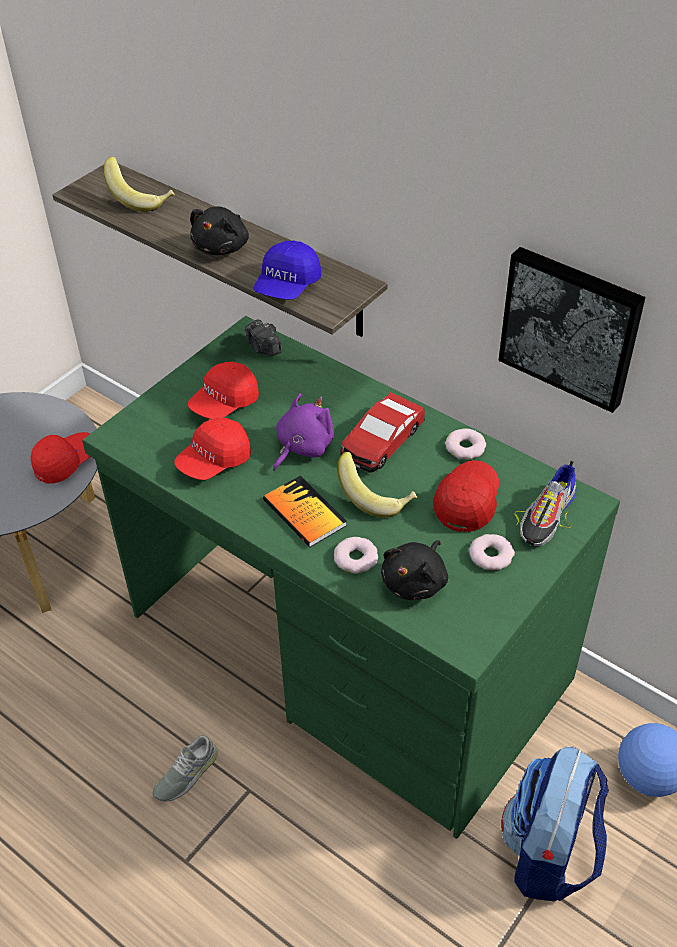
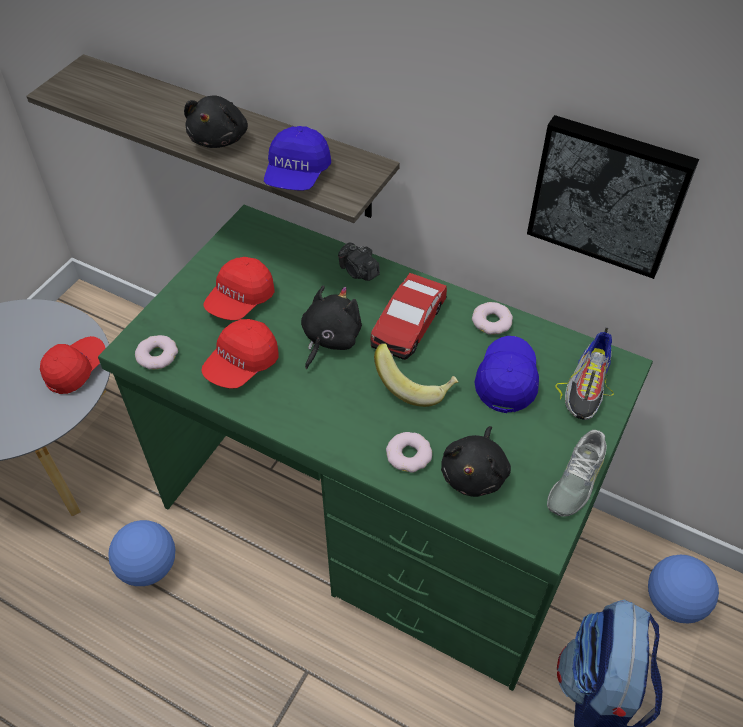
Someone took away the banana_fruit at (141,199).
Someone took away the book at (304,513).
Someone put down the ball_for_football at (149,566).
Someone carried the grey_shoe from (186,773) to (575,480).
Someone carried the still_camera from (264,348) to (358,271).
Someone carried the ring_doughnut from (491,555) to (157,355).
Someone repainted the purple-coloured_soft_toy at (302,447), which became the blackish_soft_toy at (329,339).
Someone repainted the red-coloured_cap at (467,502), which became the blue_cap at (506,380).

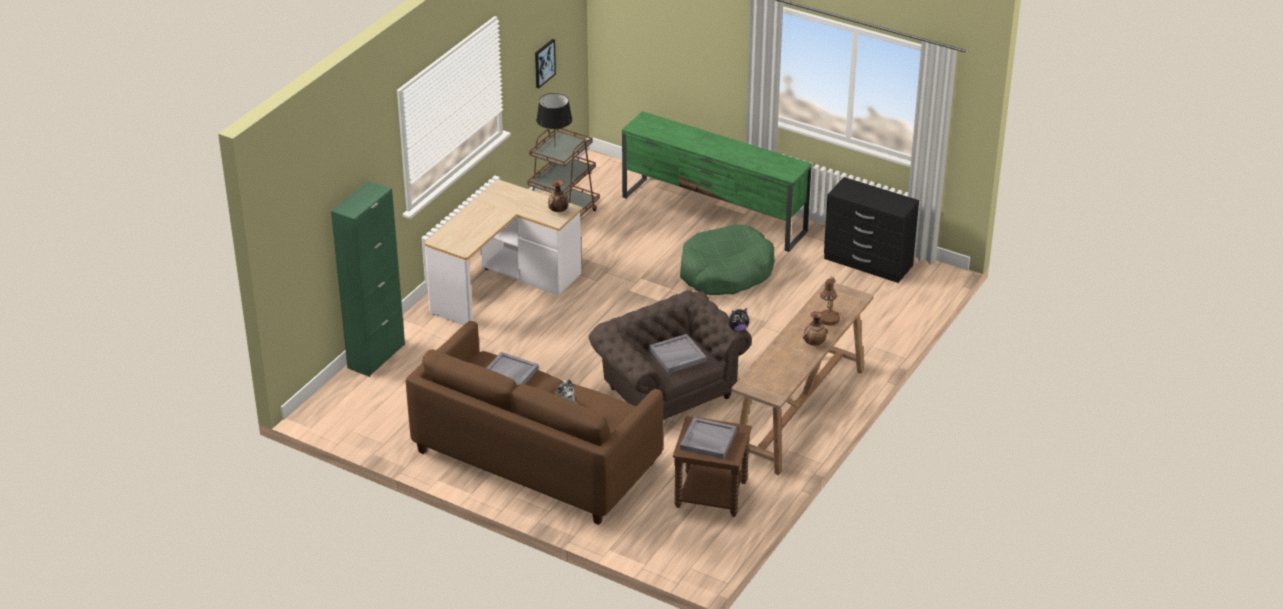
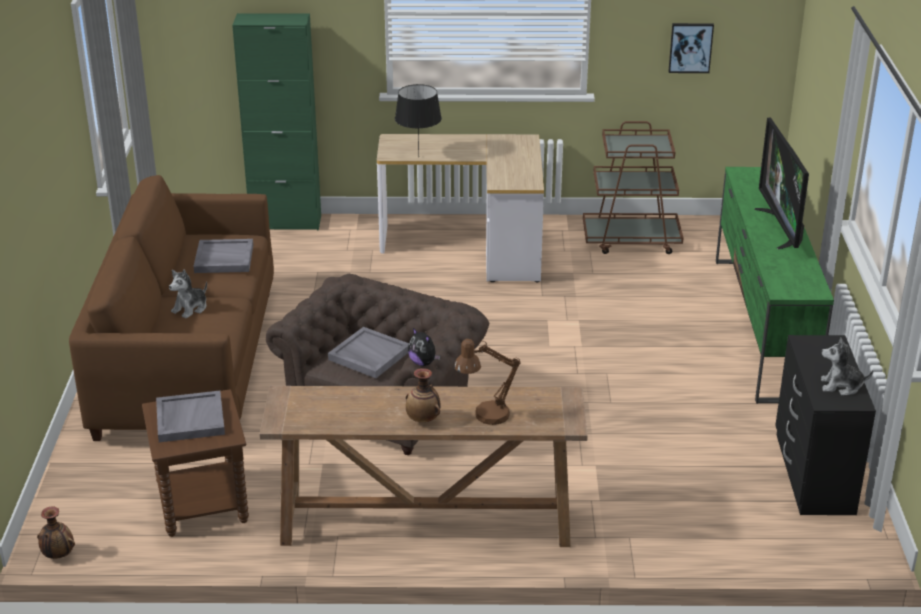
Someone took away the green_pet_bed at (725,272).
Someone put down the television at (781,228).
Someone put down the soft_toy at (841,386).
Someone carried the blackish_lamp_for_a_table from (555,147) to (418,157).
Someone carried the vase from (558,211) to (58,555).

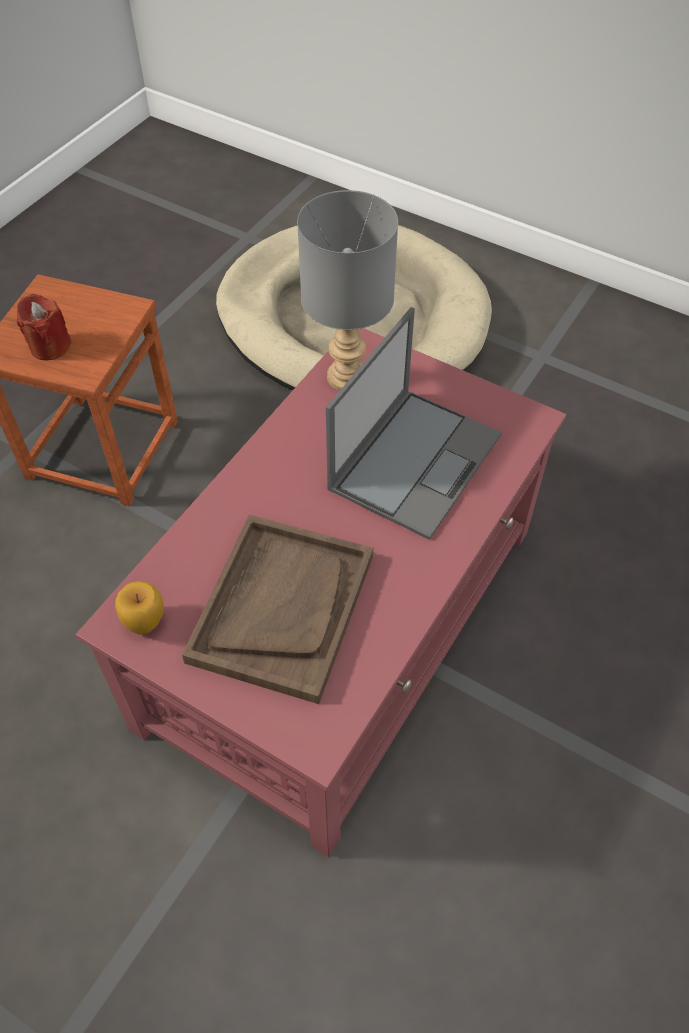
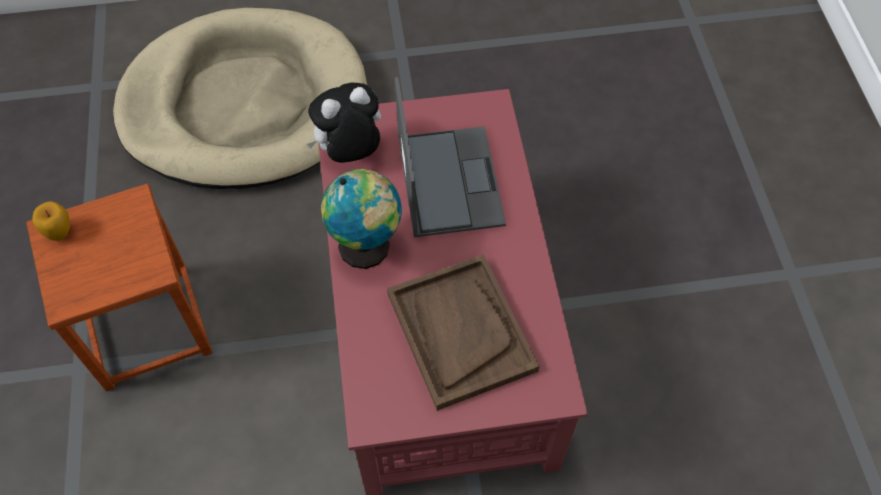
Someone took away the red-coloured_wax_candle at (50,346).
Someone put down the world_globe at (367,247).
Someone carried the apple from (145,623) to (60,232).
Someone swapped the grey_lamp_for_a_table at (345,378) for the soft_toy at (350,153).

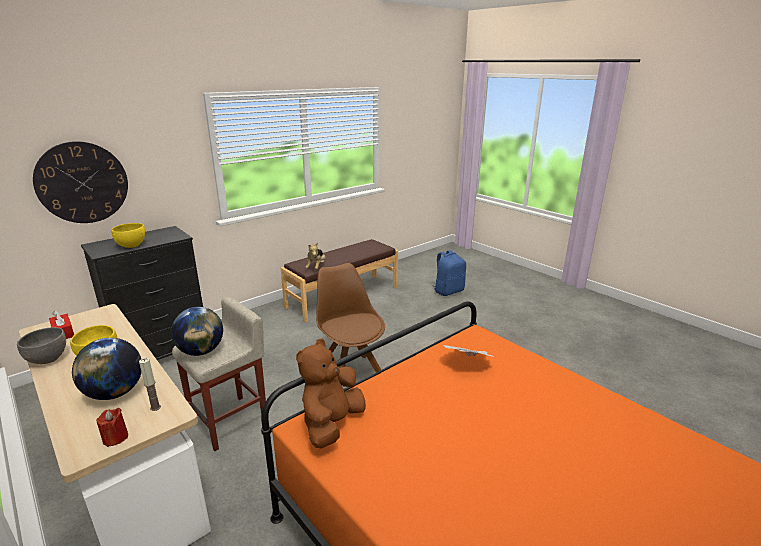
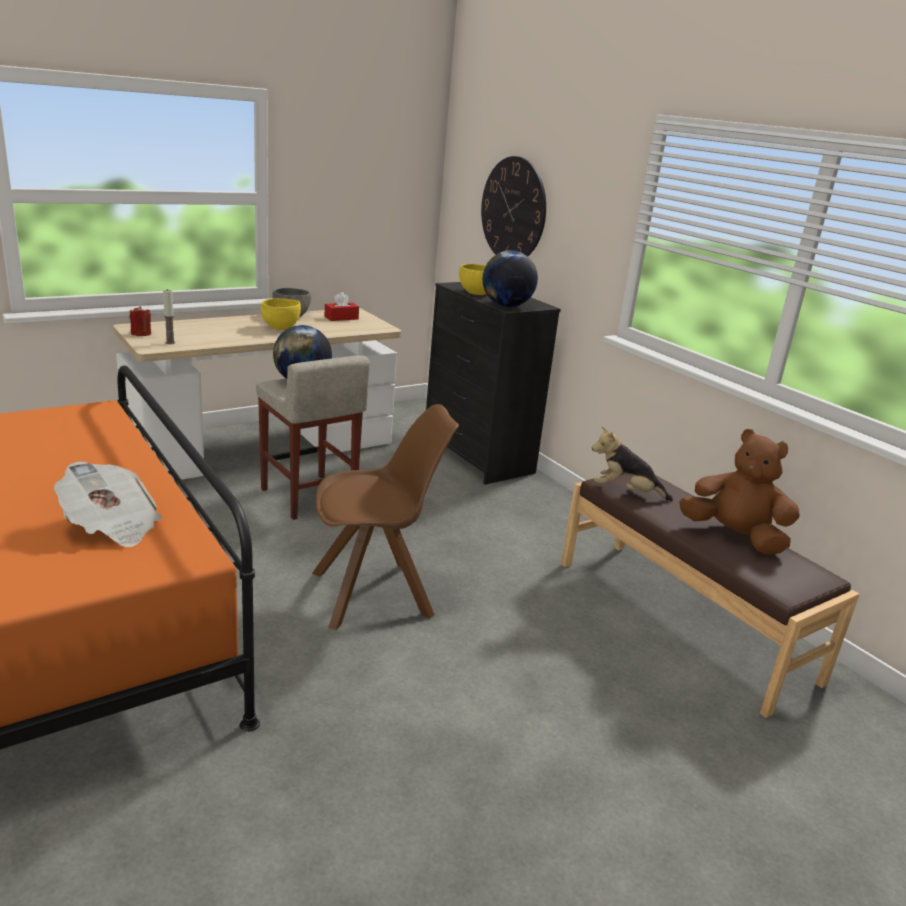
Someone took away the blue_rucksack at (448,291).
Someone carried the world_globe from (115,393) to (506,306).
Someone carried the brown_soft_toy from (331,424) to (734,537).

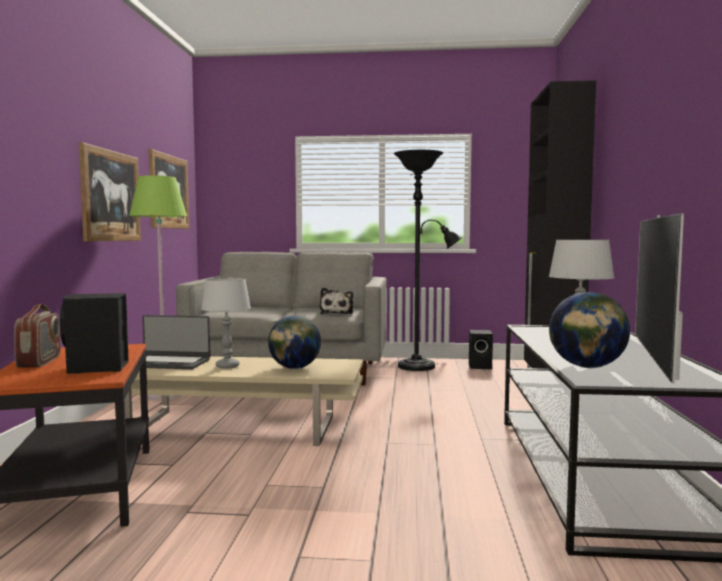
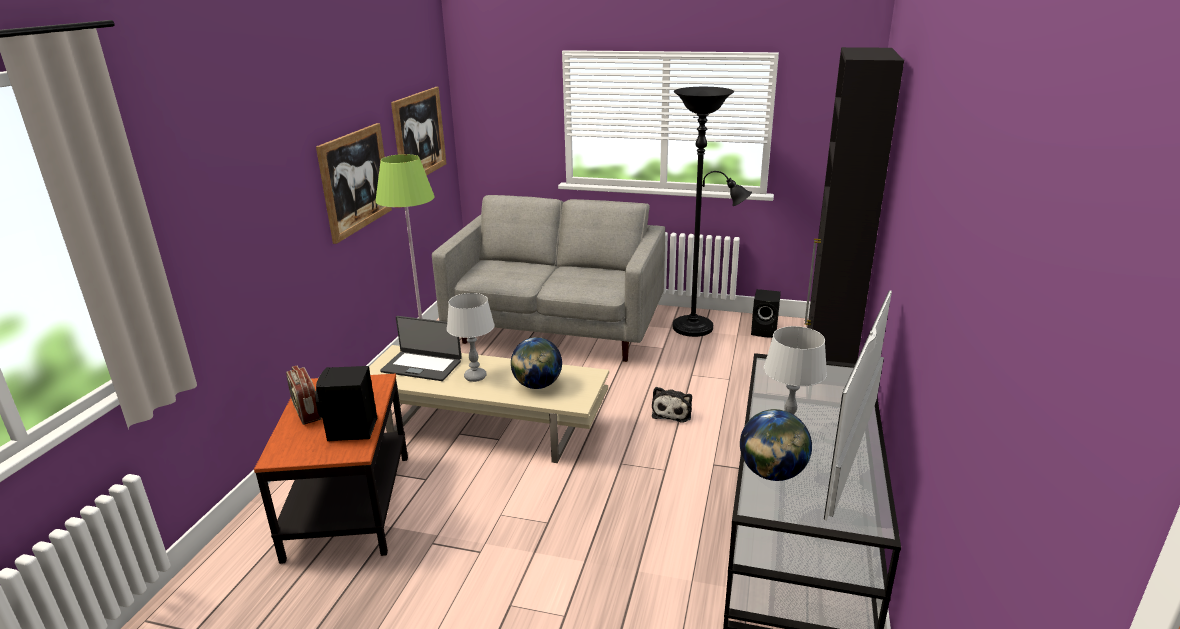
Someone carried the soft_toy from (337,313) to (672,412).
Someone rotated the radio_set at (40,361) by 150 degrees clockwise.

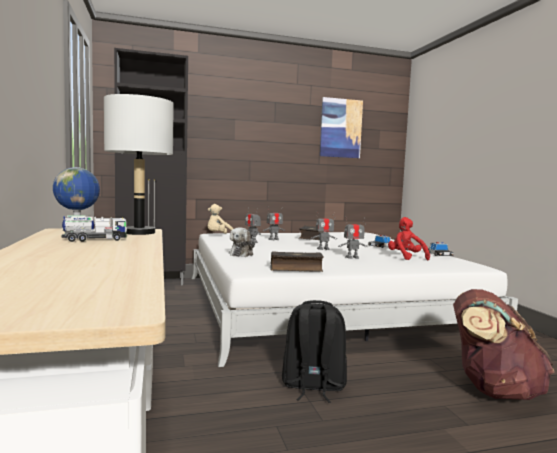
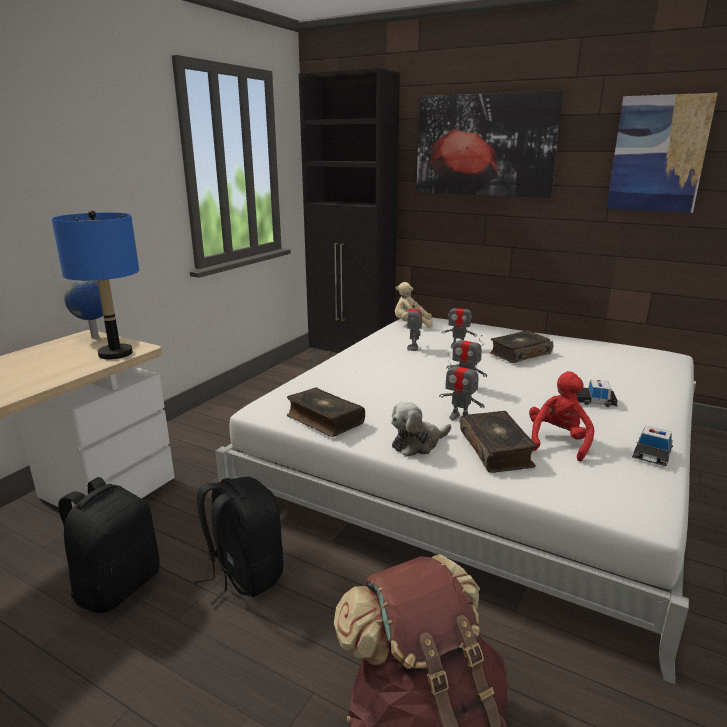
Someone took away the toy_lorry at (95,240).
Someone put down the blackish_rucksack at (117,585).
Someone put up the wall_art at (484,145).
Someone put down the book at (497,450).
Someone carried the soft_toy from (241,254) to (418,444).
Someone repainted the grey_lamp_for_a_table at (139,233), which became the blue_lamp_for_a_table at (115,354).

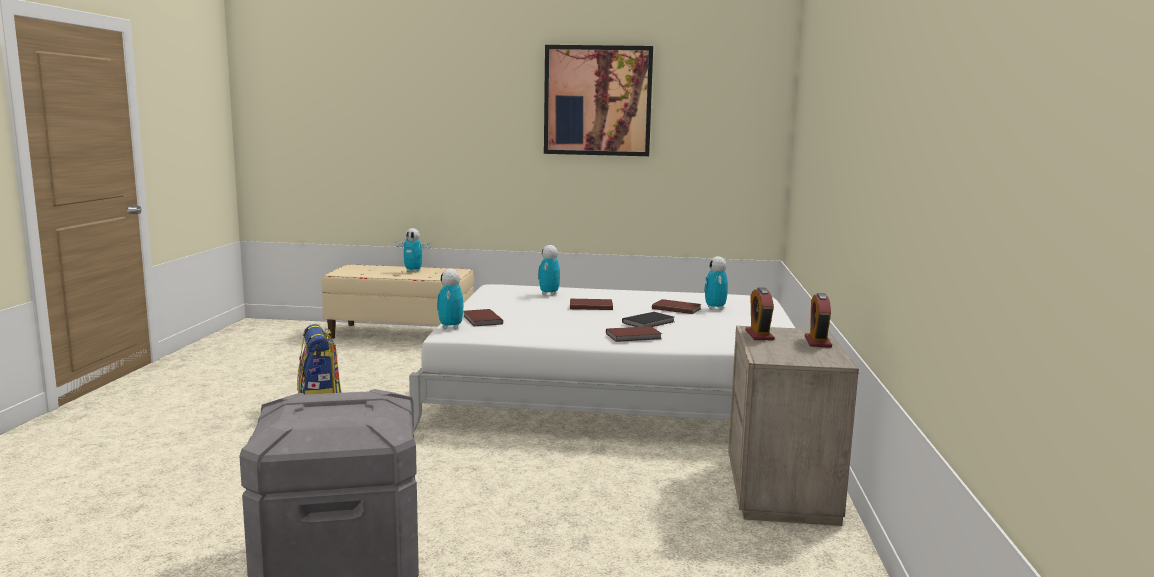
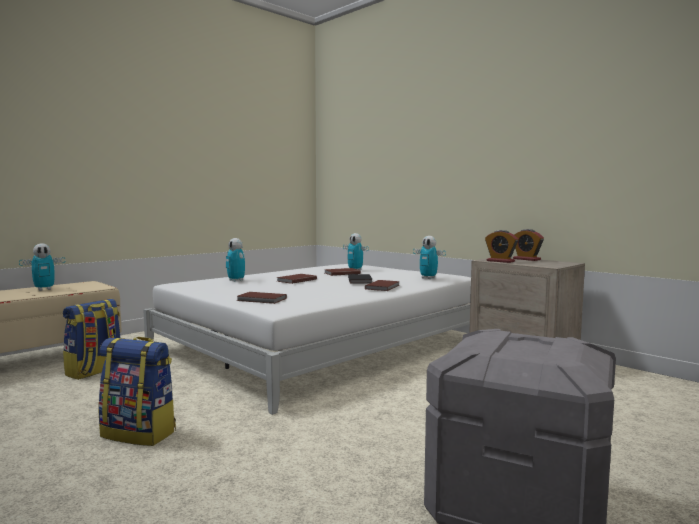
Someone took away the wall_art at (597,101).
Someone put down the rucksack at (95,372).
Someone carried the robot_figure from (450,327) to (428,278).

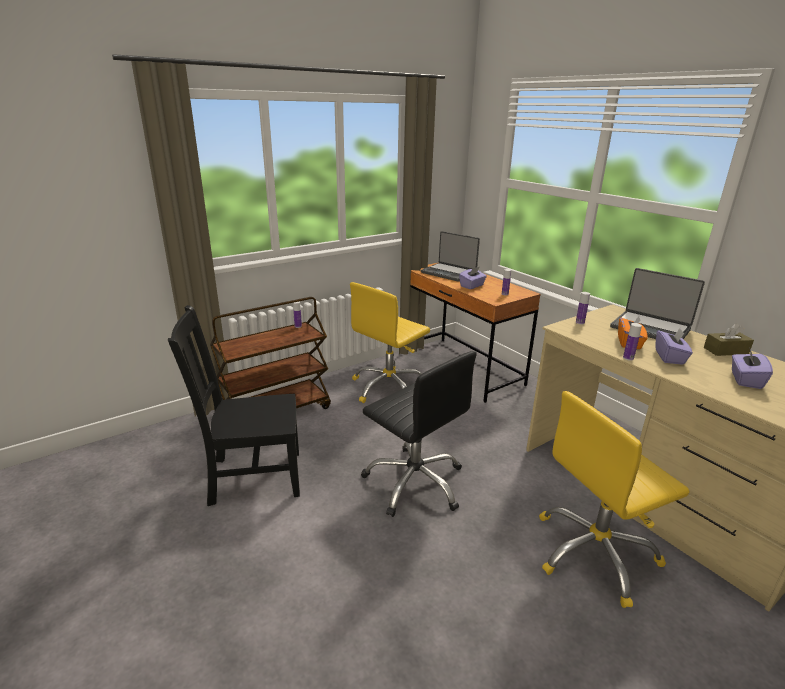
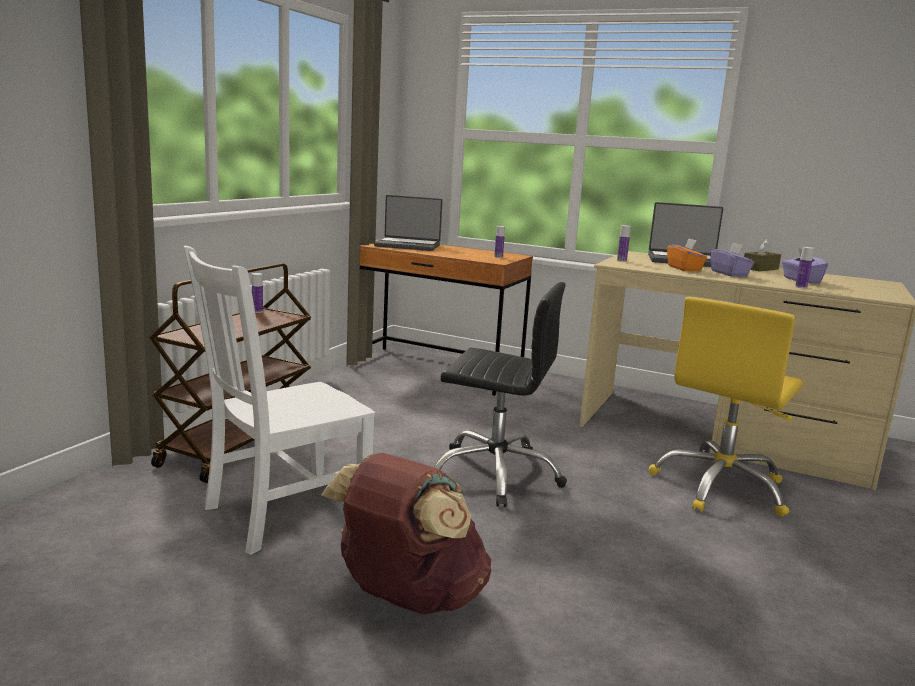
Someone took away the yellow_office_chair at (389,387).
Someone took away the purple-coloured_tissue_holder at (472,286).
Someone put down the brown_rucksack at (407,598).
Someone carried the bottle from (628,358) to (801,287).
Someone repainted the blackish_plain_chair at (252,477), which became the whitish_plain_chair at (282,513).

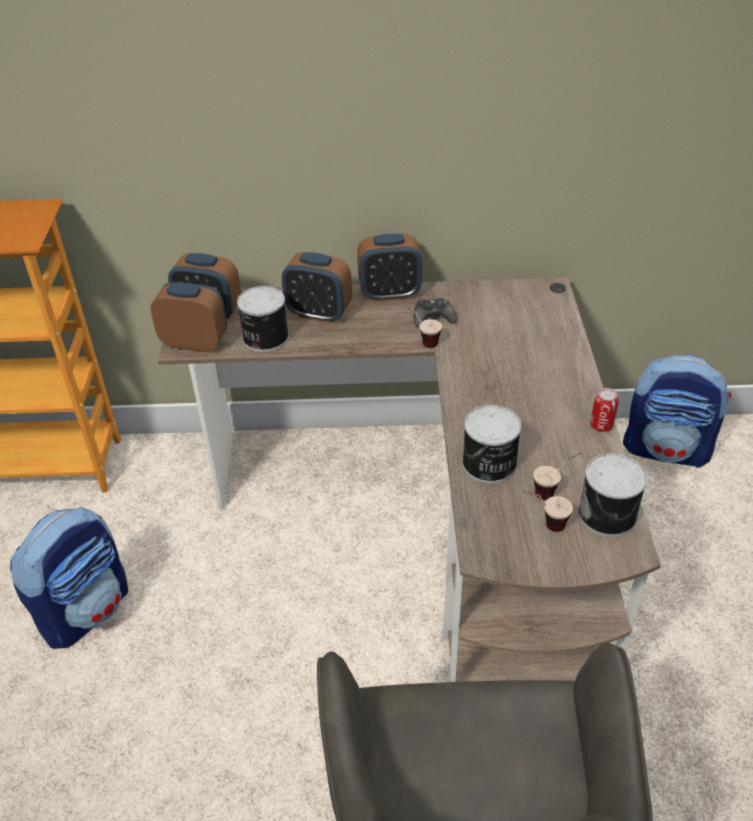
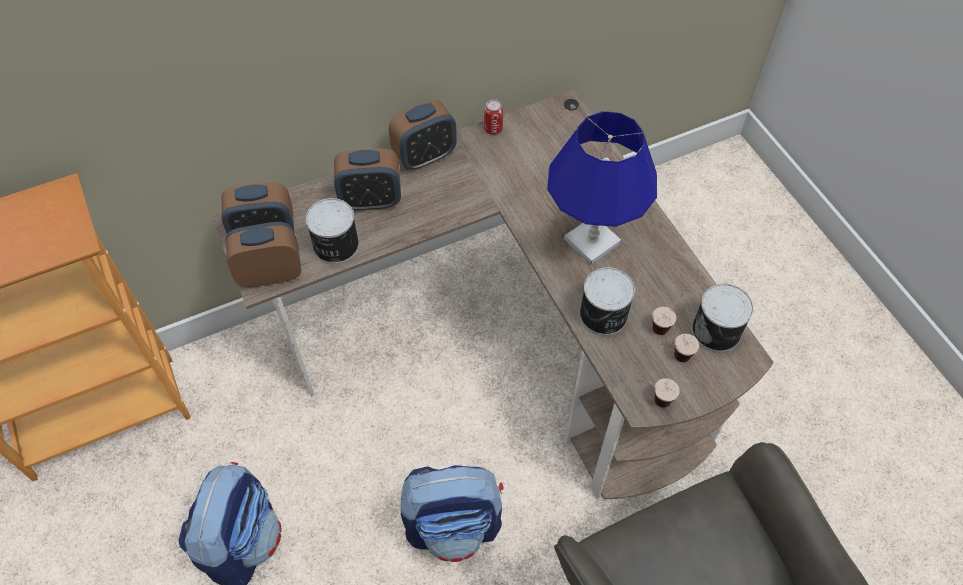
Someone took away the blackish_joypad at (433,318).
Someone put down the blue_lamp_for_a_table at (591,241).
Someone carried the cup from (421,341) to (652,399).
Someone carried the sealed_can from (601,425) to (493,129).
Someone carried the rucksack from (667,449) to (454,526).

